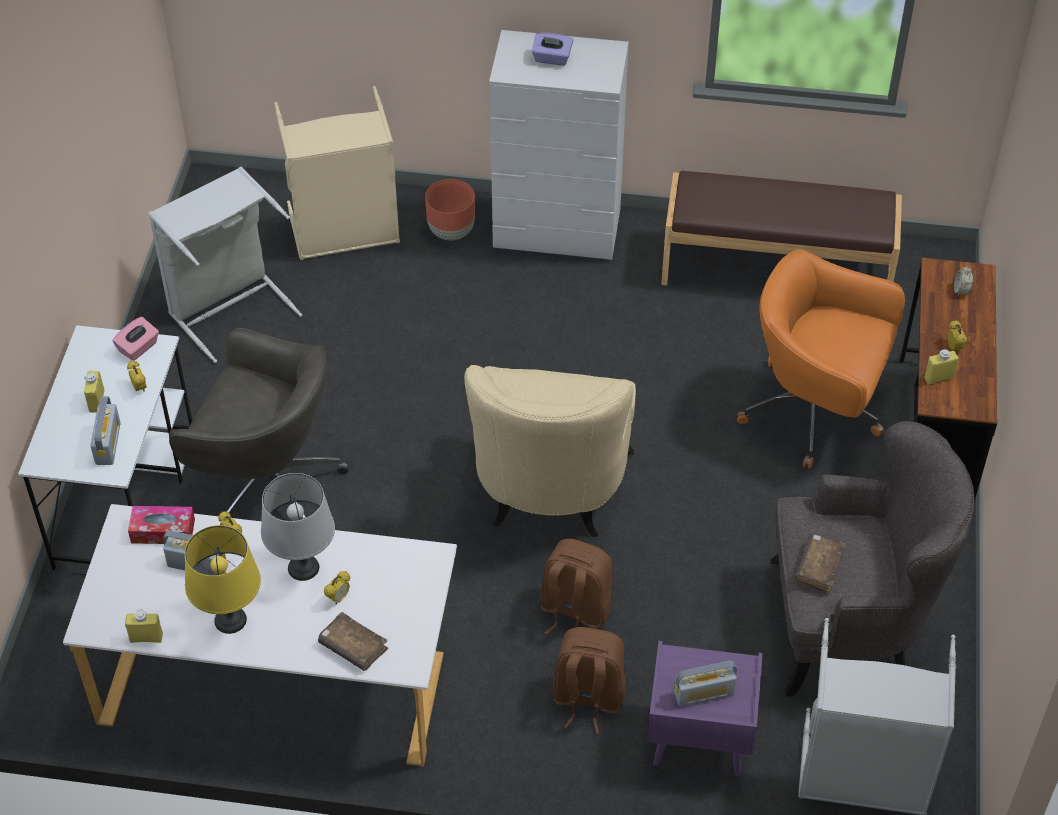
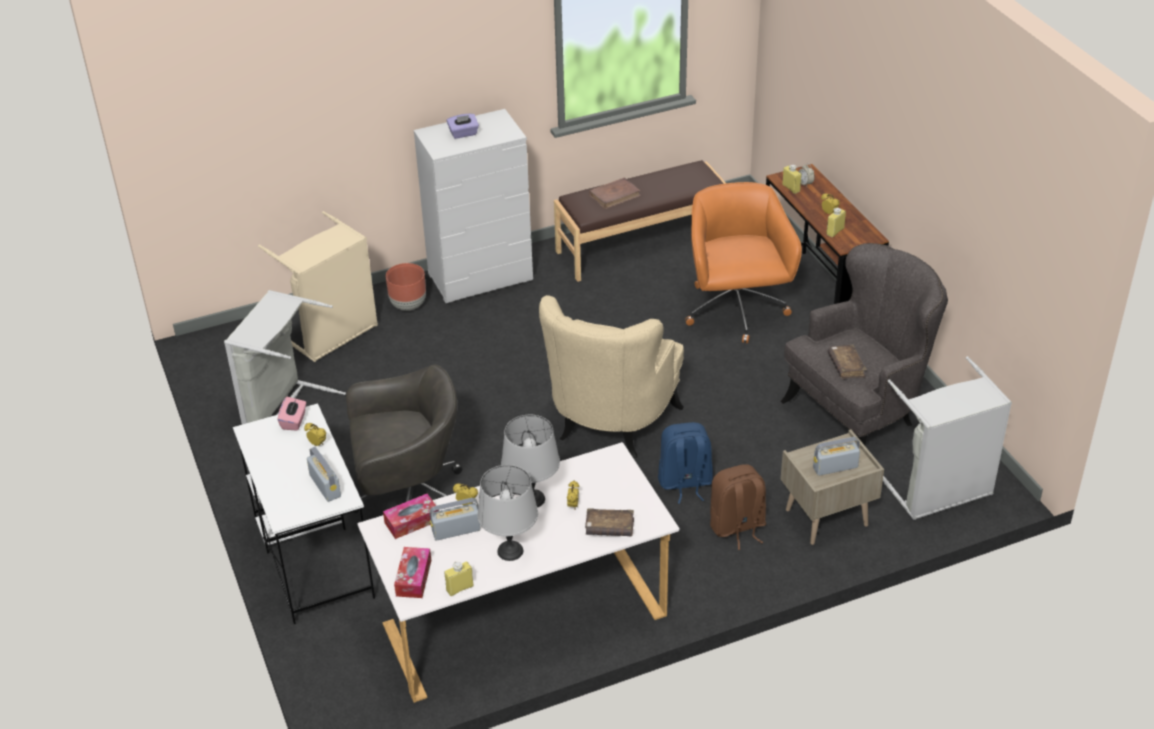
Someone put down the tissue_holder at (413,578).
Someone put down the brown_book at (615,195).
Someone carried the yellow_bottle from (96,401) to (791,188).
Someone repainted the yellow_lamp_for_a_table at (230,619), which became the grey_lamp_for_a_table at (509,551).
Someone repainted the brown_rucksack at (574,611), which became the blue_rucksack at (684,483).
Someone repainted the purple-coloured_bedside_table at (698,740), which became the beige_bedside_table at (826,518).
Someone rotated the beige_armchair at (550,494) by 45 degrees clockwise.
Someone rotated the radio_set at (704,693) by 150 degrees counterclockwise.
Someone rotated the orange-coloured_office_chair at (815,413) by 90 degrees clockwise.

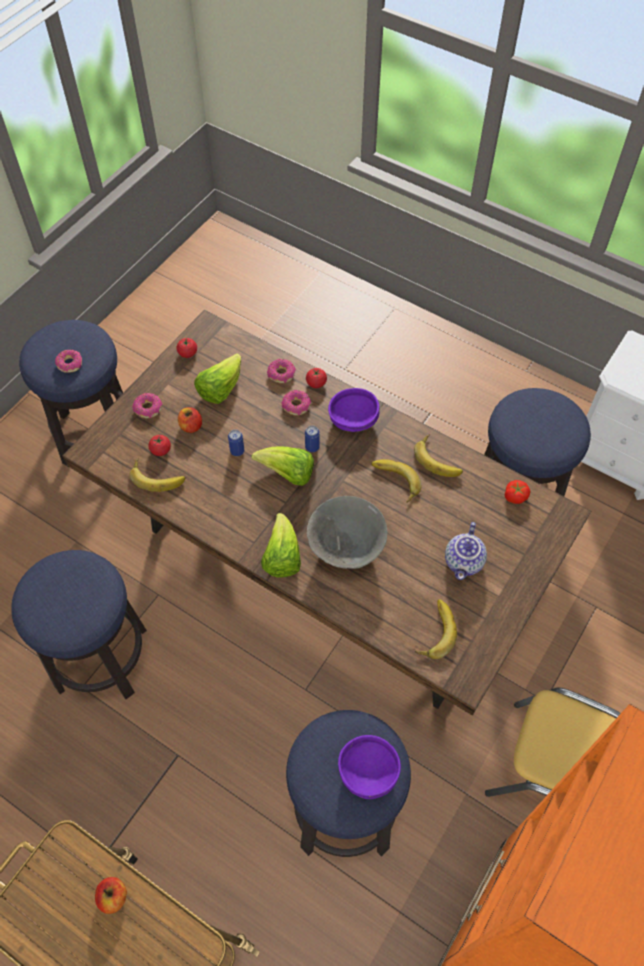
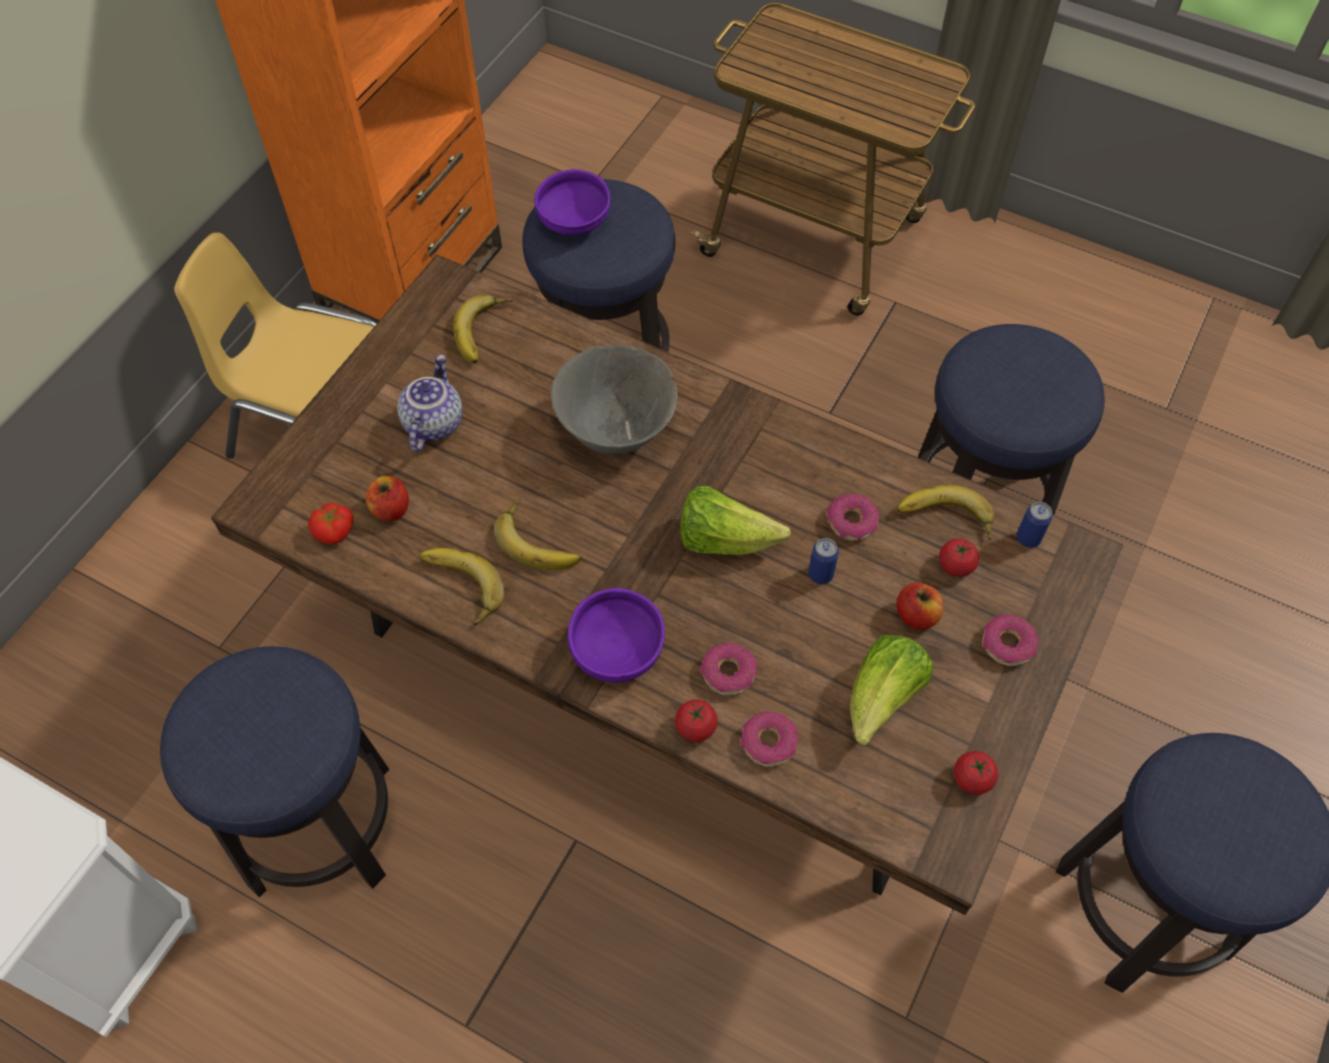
Someone took away the head_of_lettuce at (282,557).
Someone carried the ring_doughnut from (70,364) to (851,522).
Someone carried the apple from (113,897) to (390,509).
Someone carried the sealed_can from (312,447) to (1028,538).

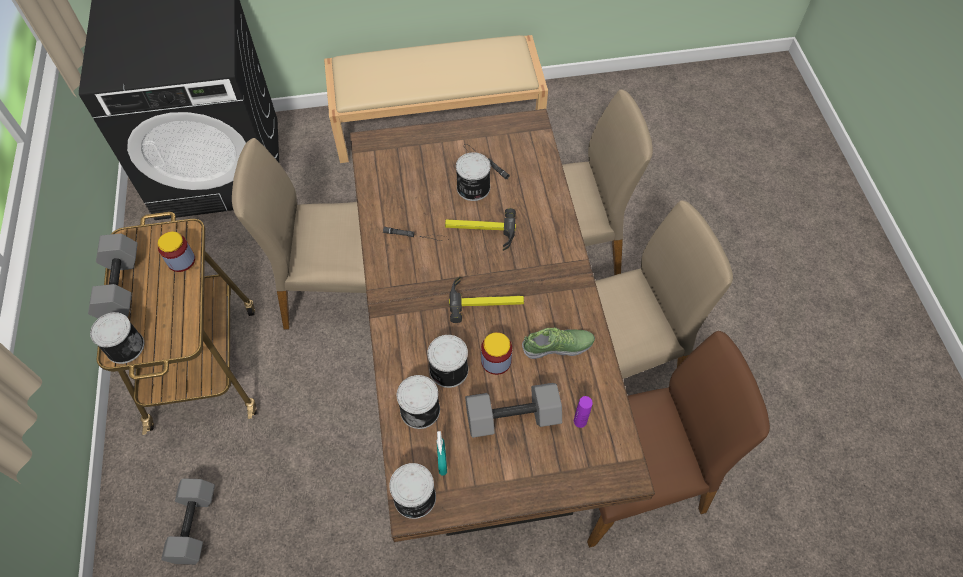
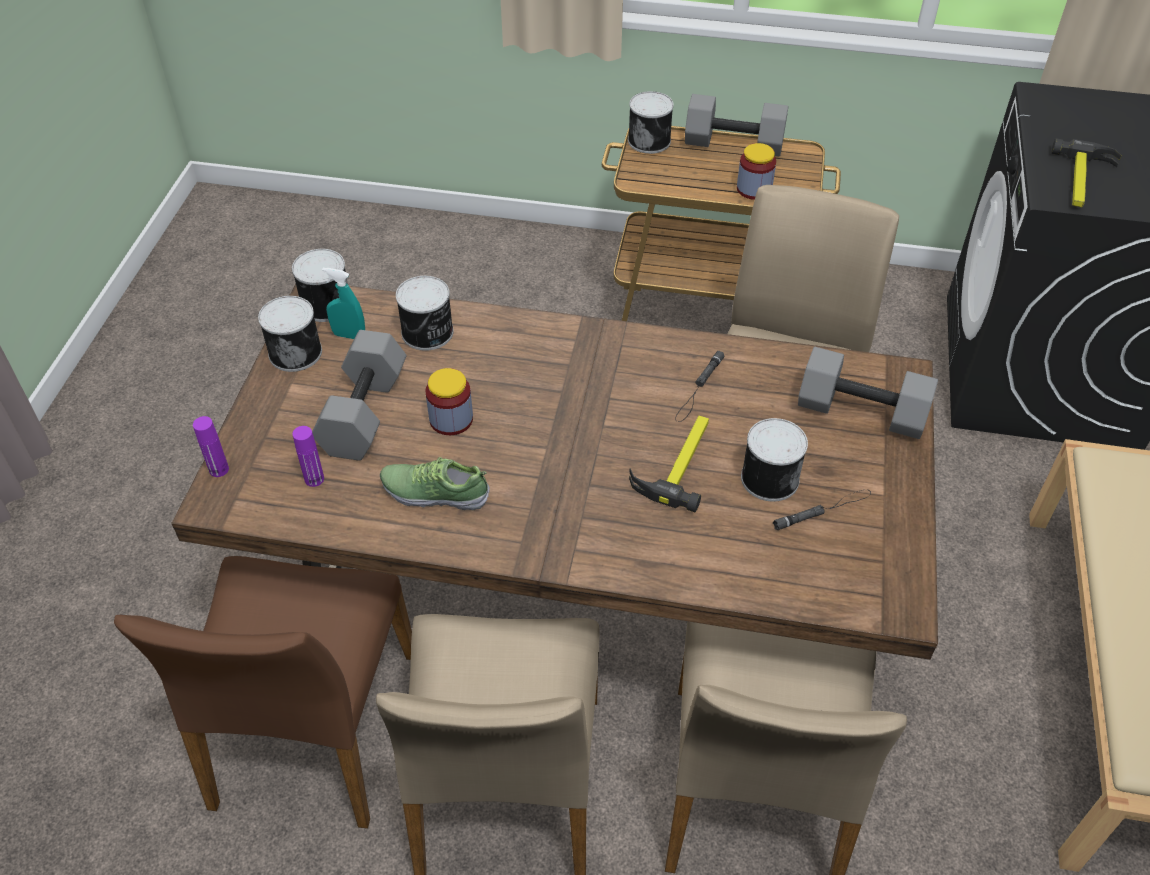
Someone put down the purple-coloured_bottle at (219,469).
Someone carried the grey_hand_weight from (195,526) to (859,412).
Someone carried the sealed_can from (447,370) to (296,352).
Someone carried the tool_hammer from (486,301) to (1082,181).
Someone rotated the shoe at (557,346) by 90 degrees clockwise.

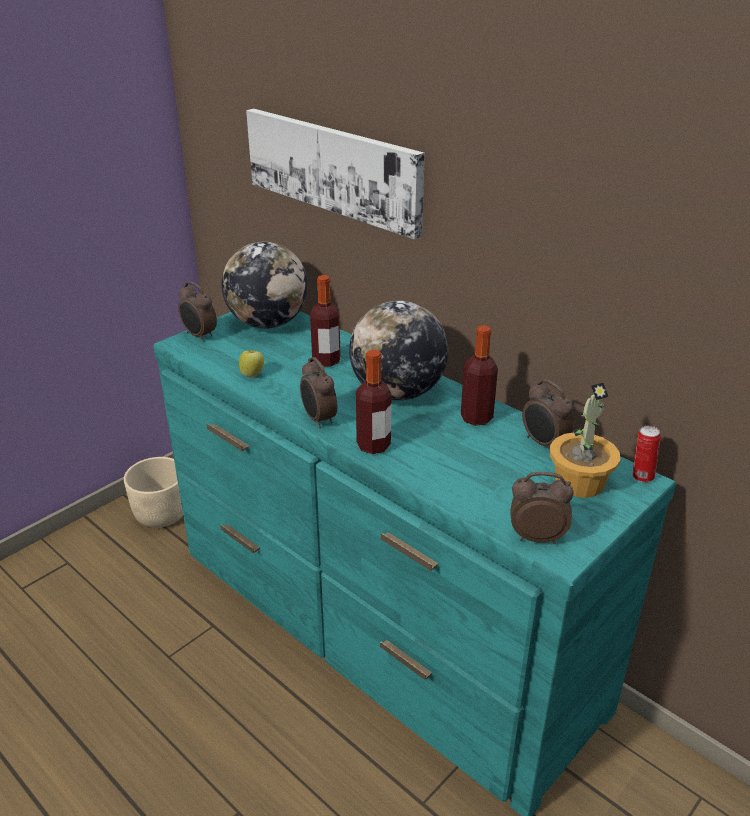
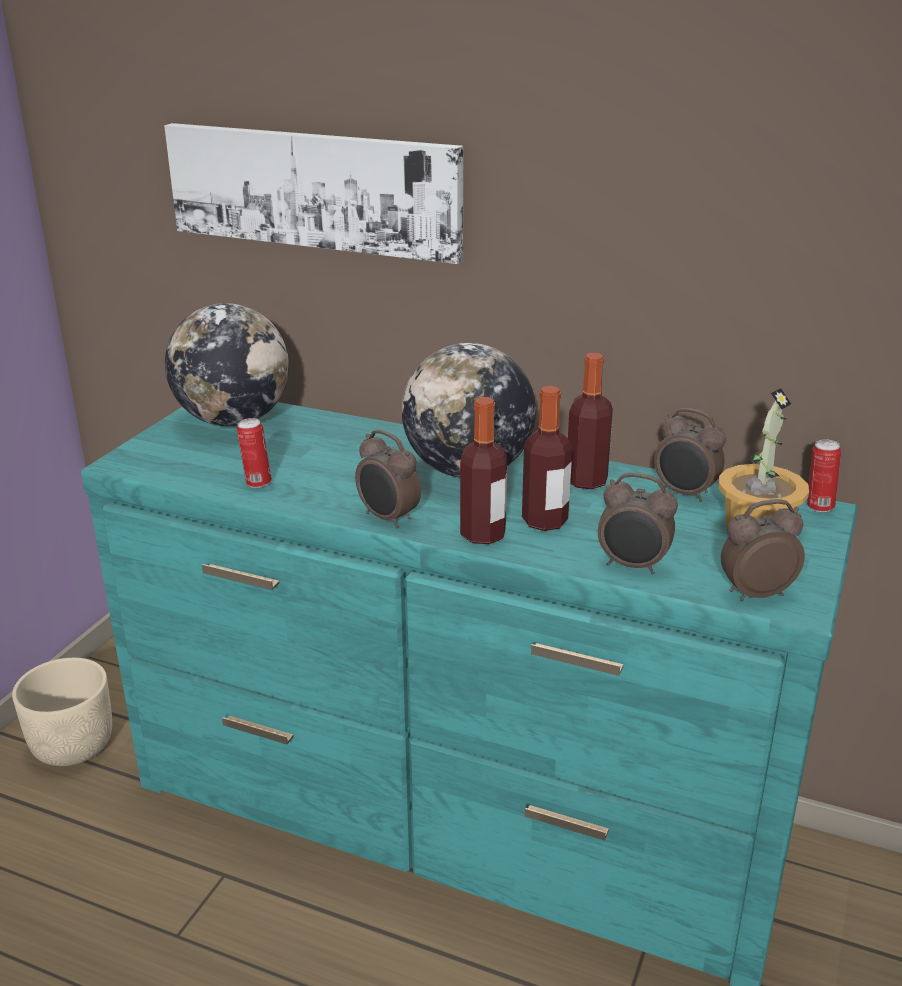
Someone carried the alarm_clock from (199,336) to (633,566).
Someone carried the bottle from (326,360) to (544,521).
Someone swapped the apple at (252,374) for the sealed_can at (257,483).

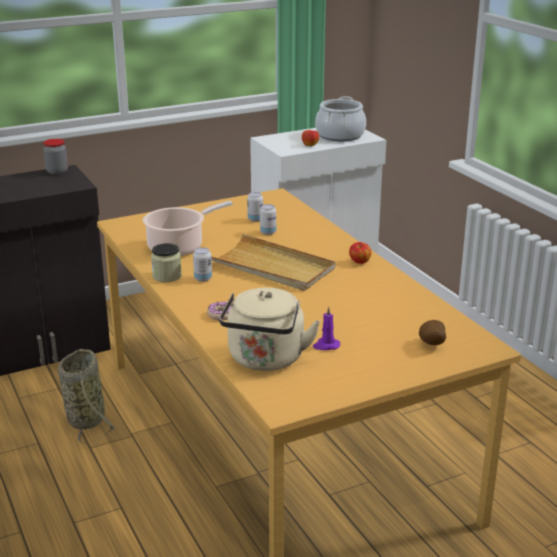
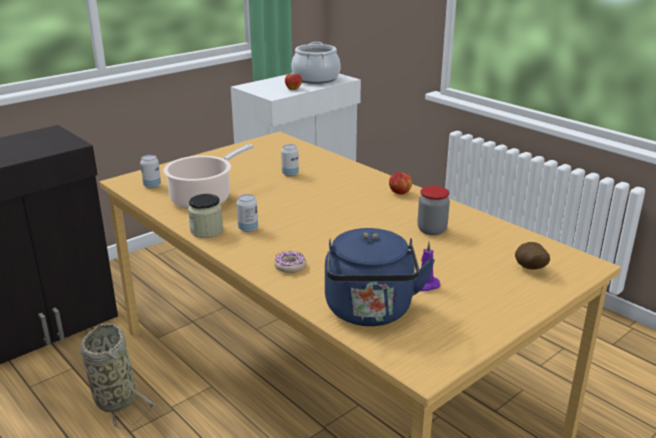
Someone took away the beige_serving_tray at (272,267).
Someone carried the preserve_jar from (57,172) to (432,230).
Someone carried the sealed_can from (255,219) to (152,185).
Someone repainted the beige_water_kettle at (265,360), which became the blue_water_kettle at (370,312).

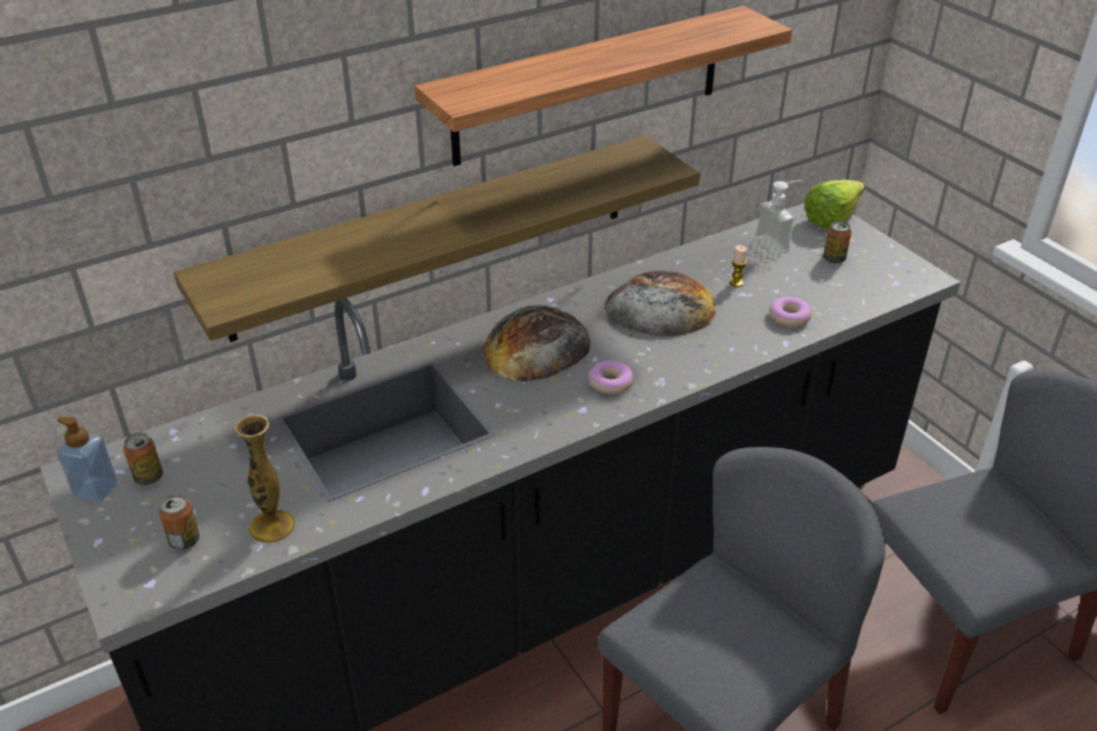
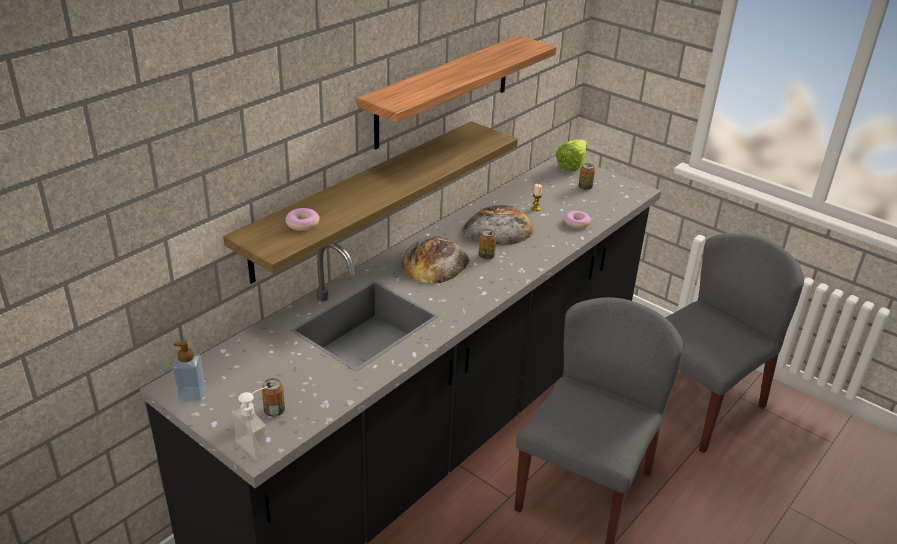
Someone took away the vase at (272,526).
Someone carried the sealed_can from (148,477) to (486,256).
Someone carried the ring_doughnut from (610,382) to (302,224).
Someone carried the liquid_soap_bottle from (778,242) to (259,444).

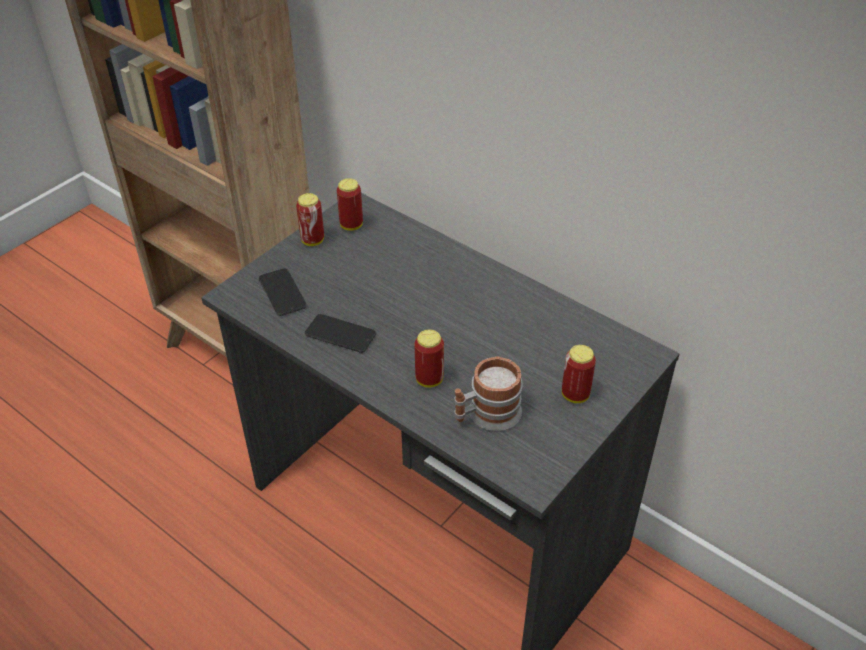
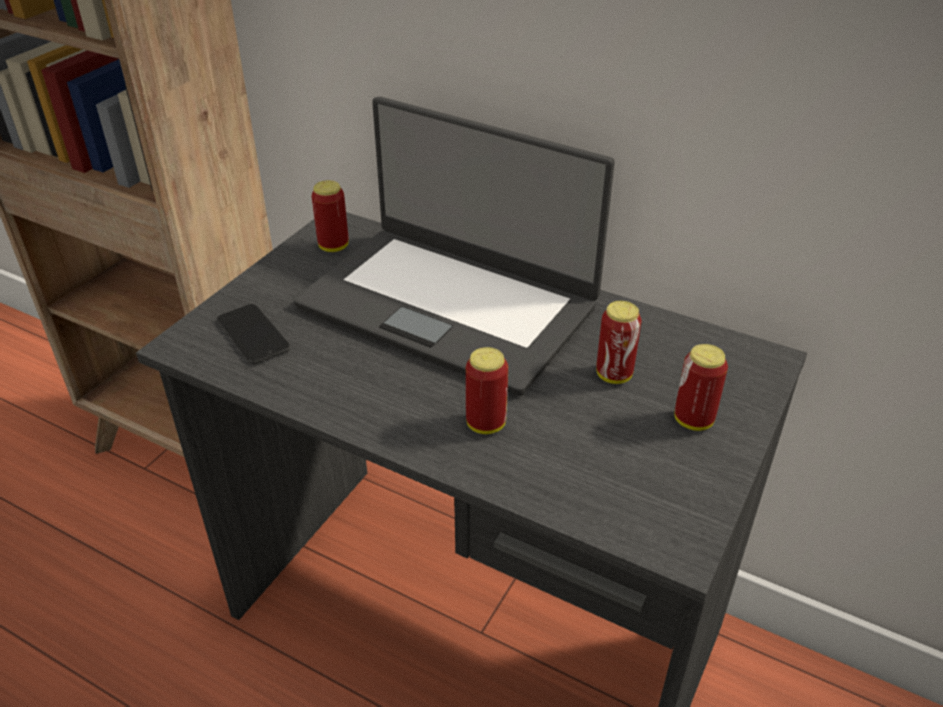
Someone took away the telephone at (340,334).
Someone took away the coffee_mug at (486,415).
Someone put down the portable_computer at (449,304).
Someone carried the sealed_can from (312,240) to (614,375).

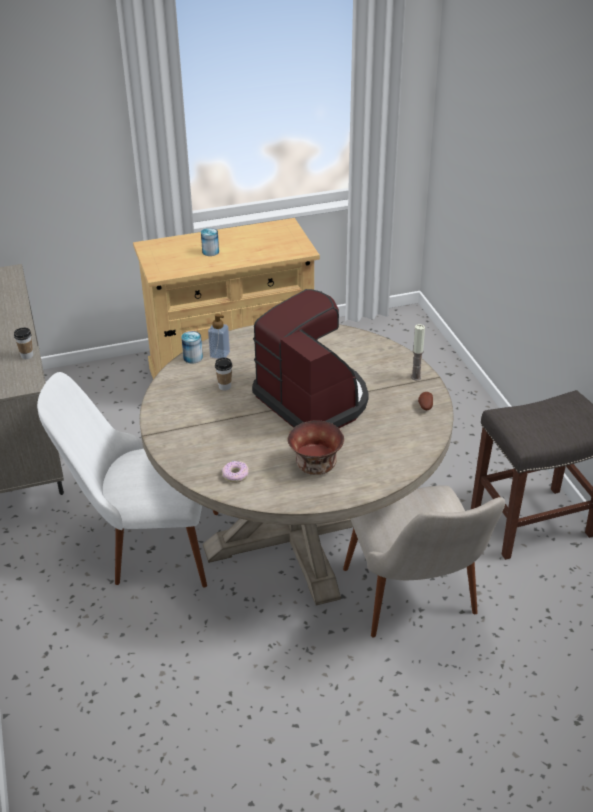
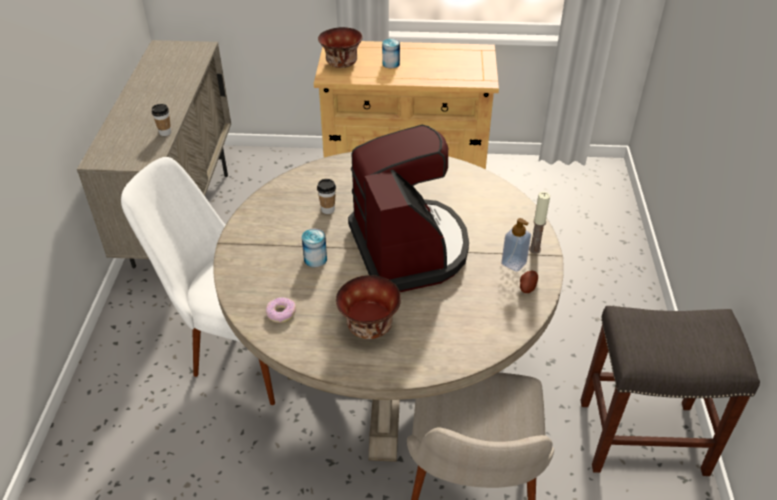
Someone put down the deep_dish at (341,64).
Someone carried the sealed_can from (193,357) to (315,259).
Someone carried the liquid_soap_bottle from (220,354) to (513,263).

